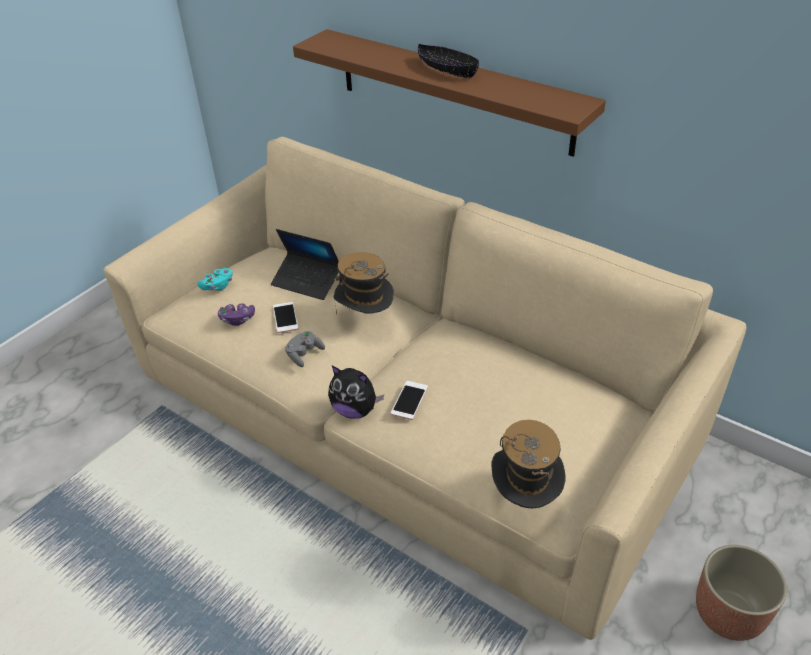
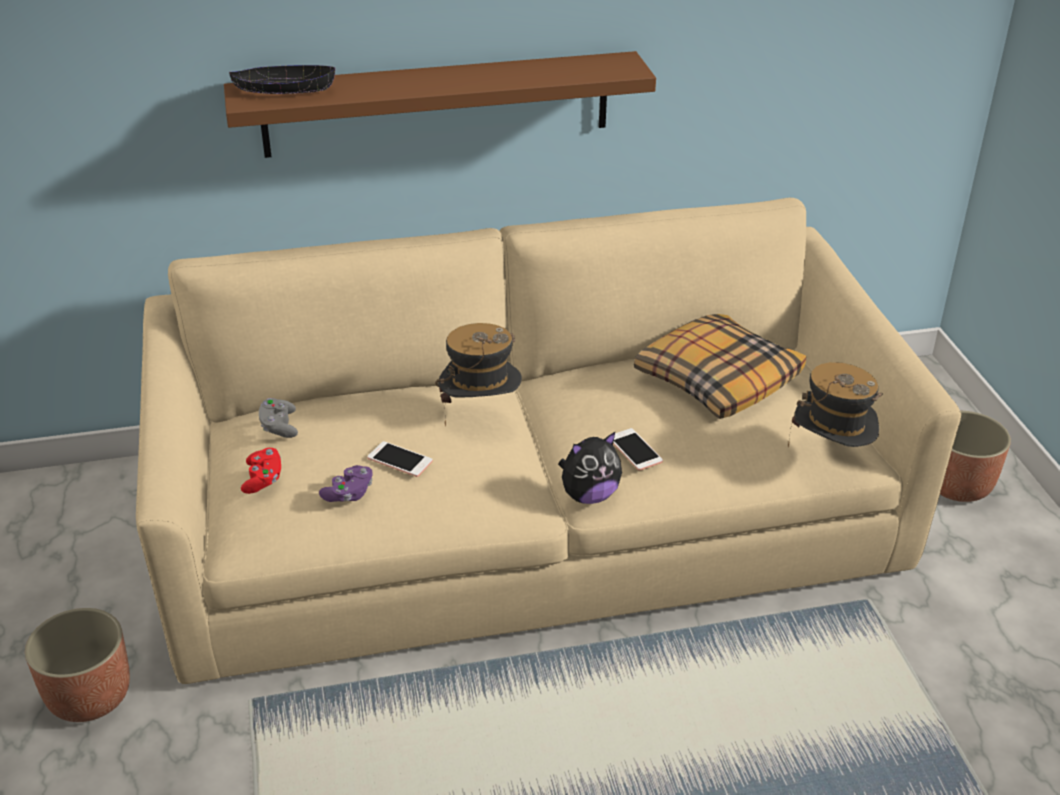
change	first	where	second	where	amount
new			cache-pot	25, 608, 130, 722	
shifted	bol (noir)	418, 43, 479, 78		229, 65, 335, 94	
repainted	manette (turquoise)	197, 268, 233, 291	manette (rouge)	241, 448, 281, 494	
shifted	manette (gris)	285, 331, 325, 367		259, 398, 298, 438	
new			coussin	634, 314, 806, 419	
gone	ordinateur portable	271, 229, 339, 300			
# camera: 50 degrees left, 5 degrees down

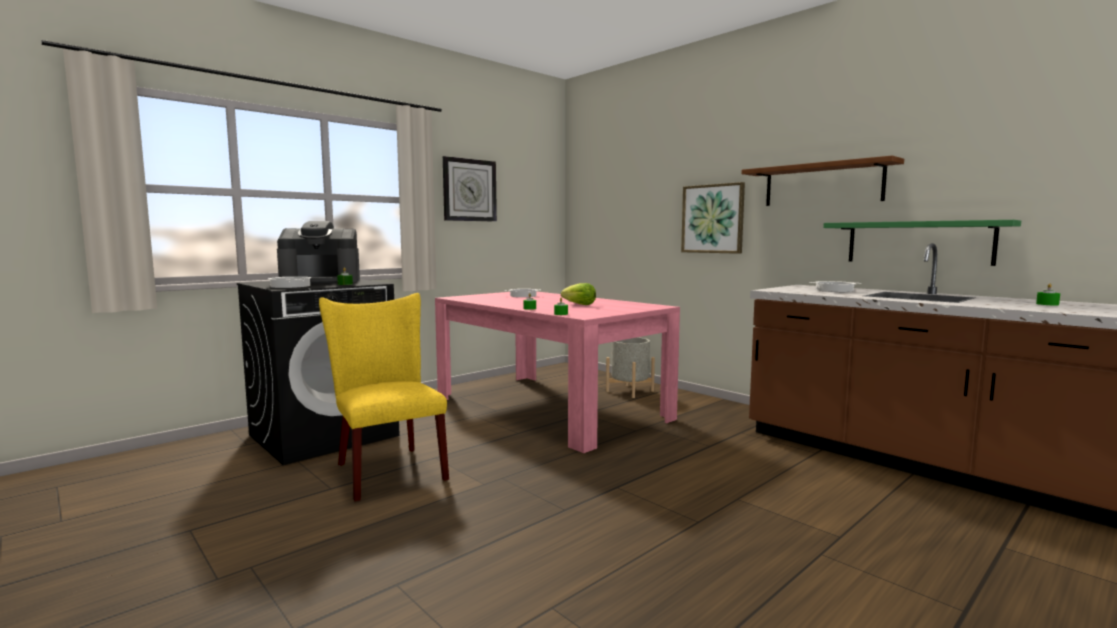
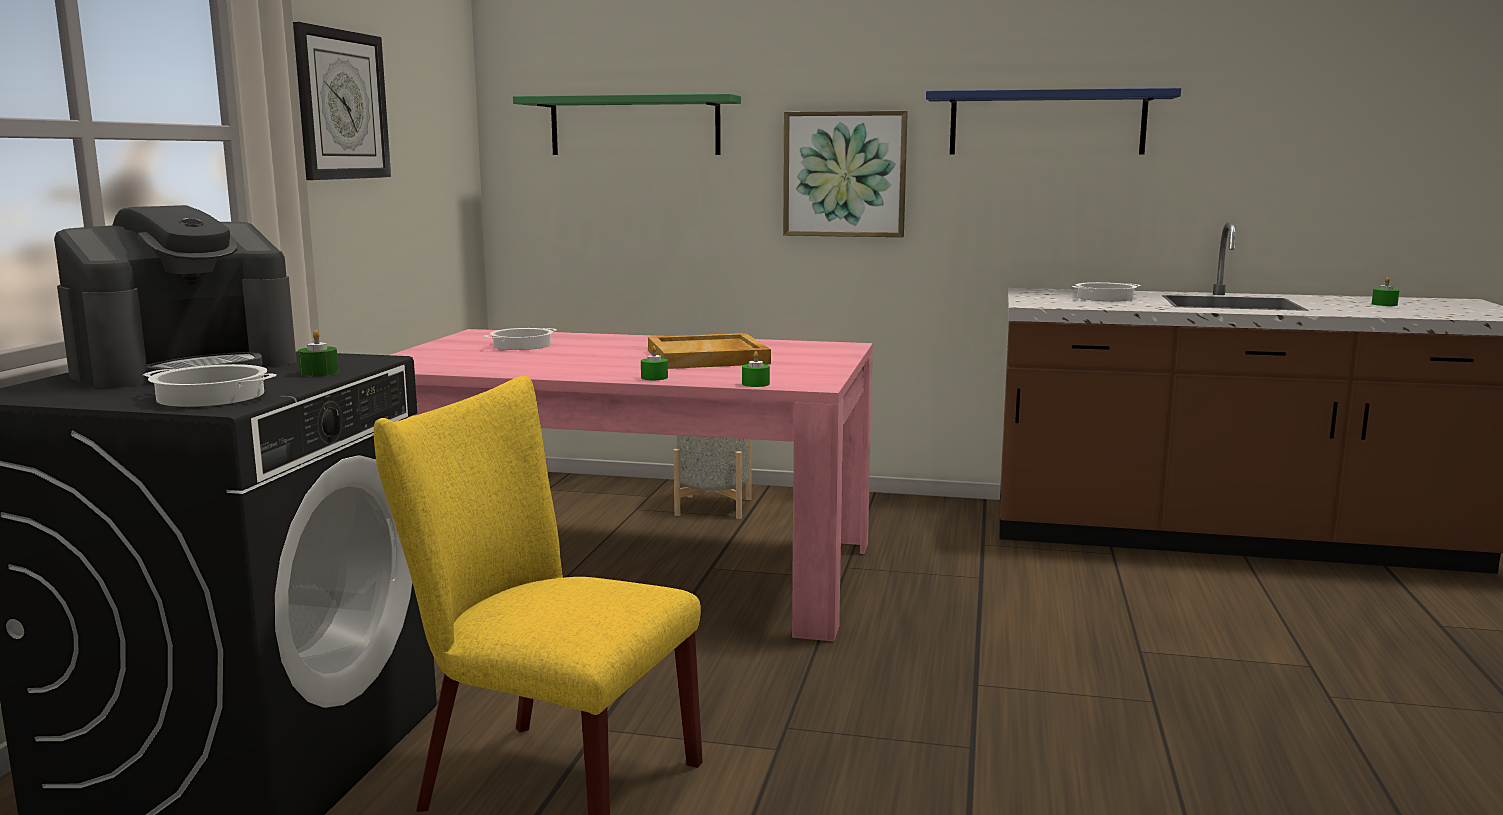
change	first	where	second	where	amount
shifted	étagère (vert)	823, 220, 1021, 266		513, 94, 741, 155	
swapped	laitue	561, 283, 596, 305	plateau (beige)	648, 333, 771, 369	
repainted	étagère (marron)	741, 155, 904, 206	étagère (bleu)	926, 88, 1181, 154	
# camera: 35 degrees left, 5 degrees up

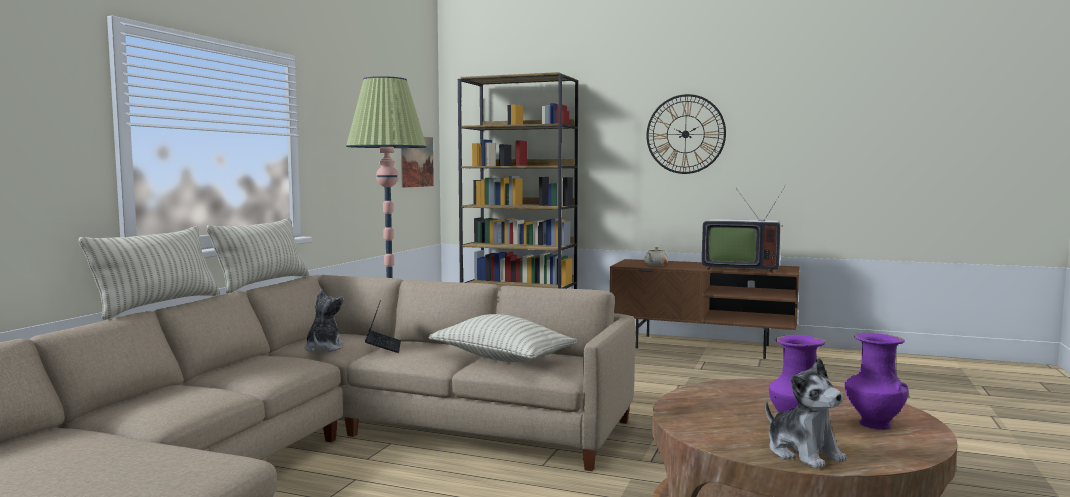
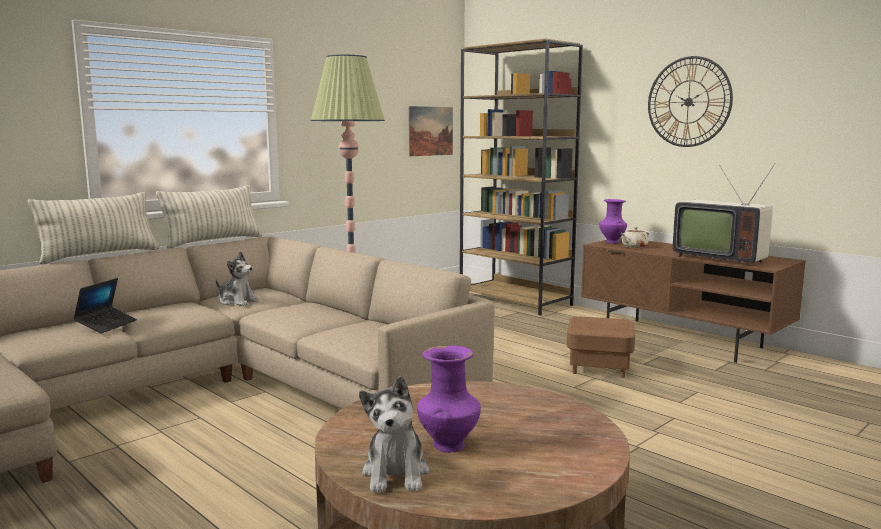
change	first	where	second	where	amount
shifted	ordinateur portable	365, 300, 401, 353		73, 278, 137, 334	
rotated	peluche	305, 289, 344, 351		216, 251, 259, 306	90 degrees clockwise
new			pouf (marron)	567, 316, 635, 378	
shifted	vase (violet)	845, 333, 909, 430		599, 199, 627, 243	
gone	coussin	428, 314, 577, 362			
# camera: 25 degrees right, 5 degrees up

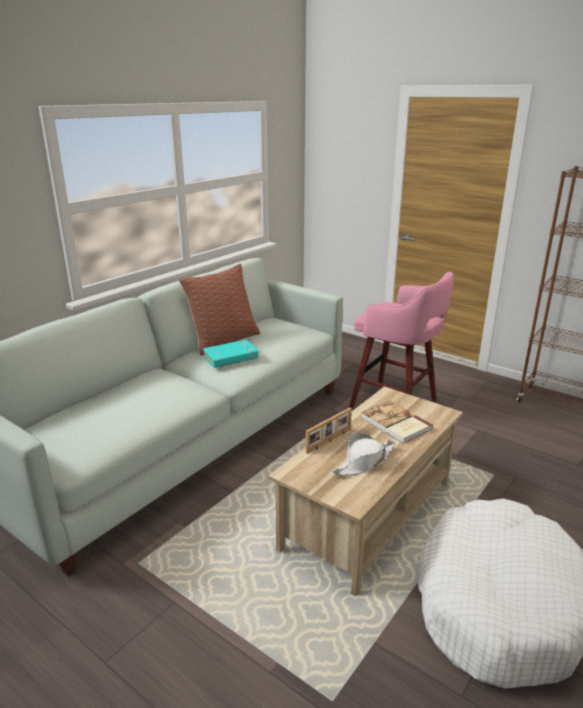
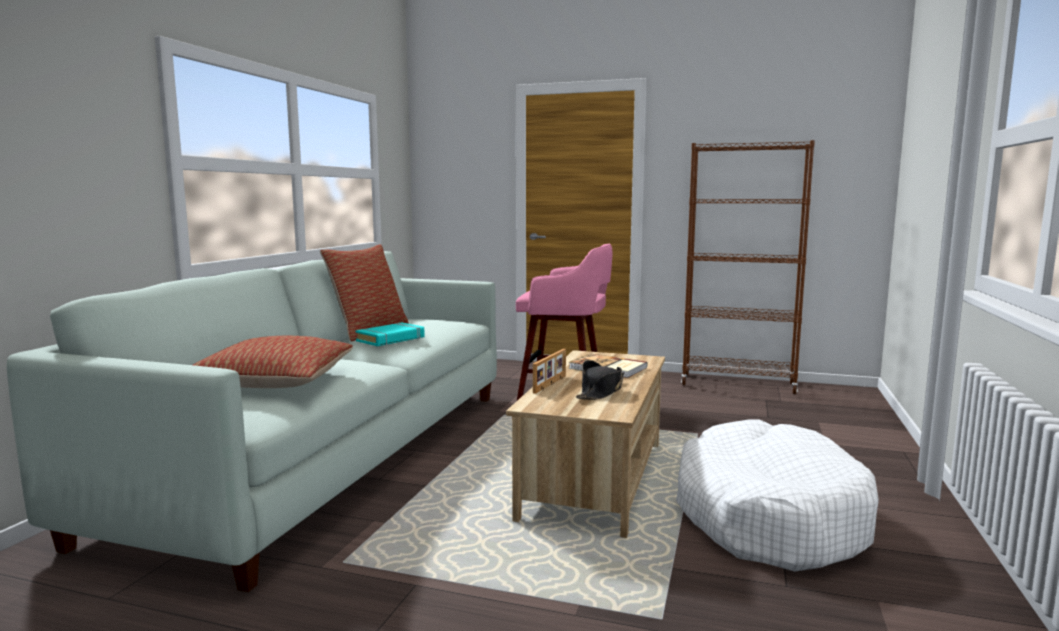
change	first	where	second	where	amount
new			coussin	193, 336, 353, 388	
repainted	chapeau (blanc)	333, 432, 395, 475	chapeau (noir)	576, 360, 624, 400	
# camera: 20 degrees left, 15 degrees down

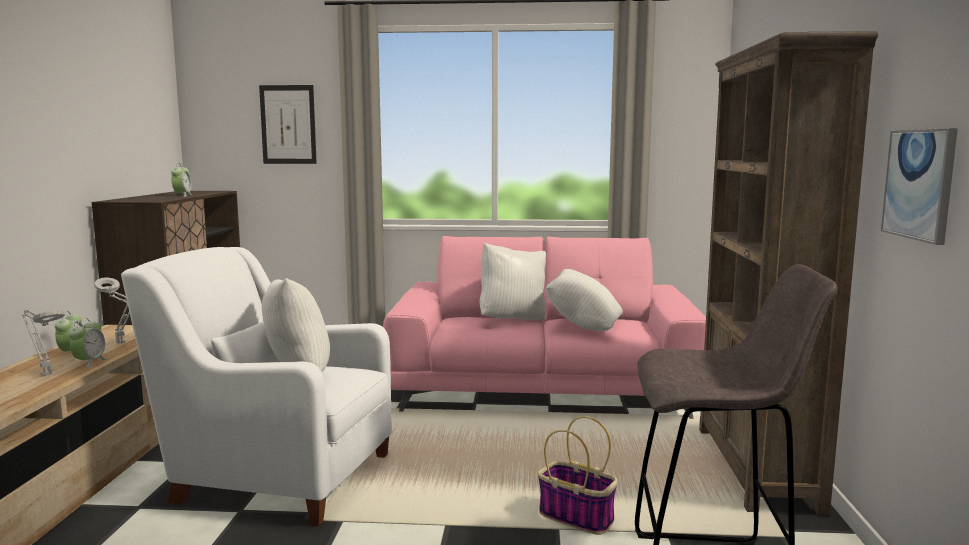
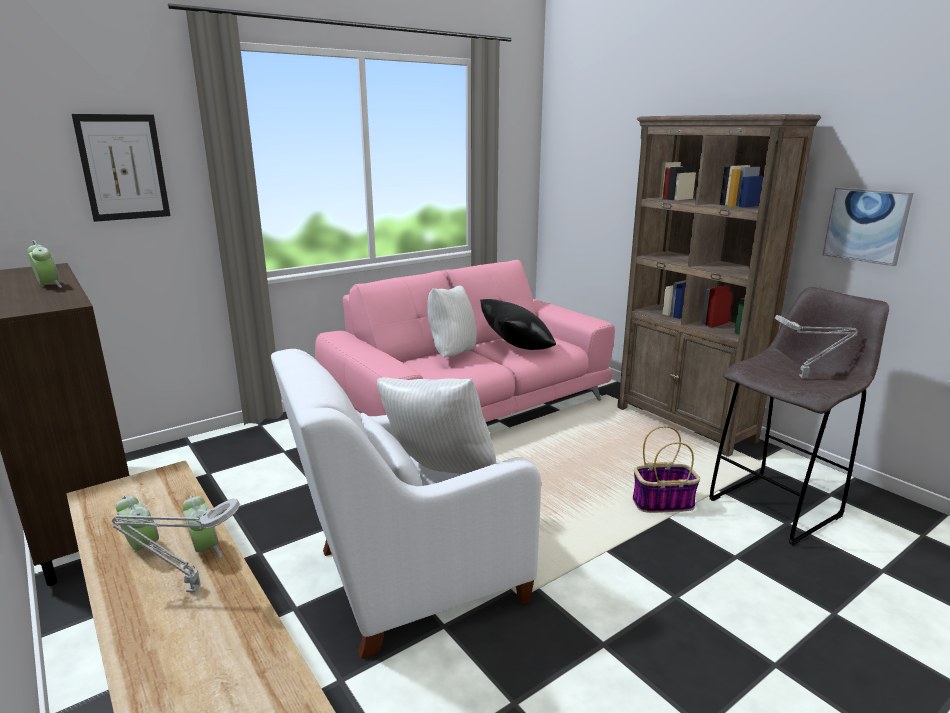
change	first	where	second	where	amount
repainted	coussin (blanc)	546, 269, 623, 331	coussin (noir)	480, 299, 556, 350	
shifted	lampe de table (gris)	94, 278, 130, 343		775, 315, 858, 378	
# camera: 40 degrees left, 10 degrees up

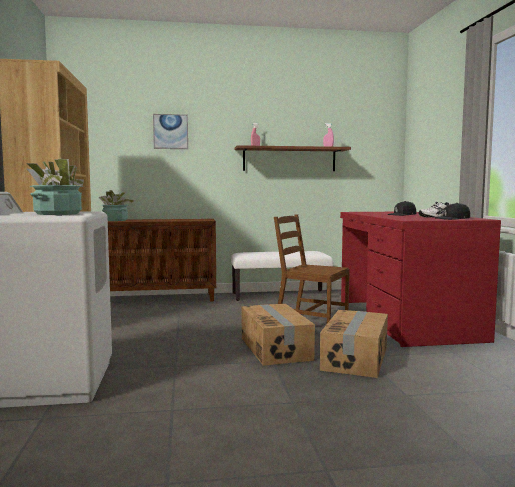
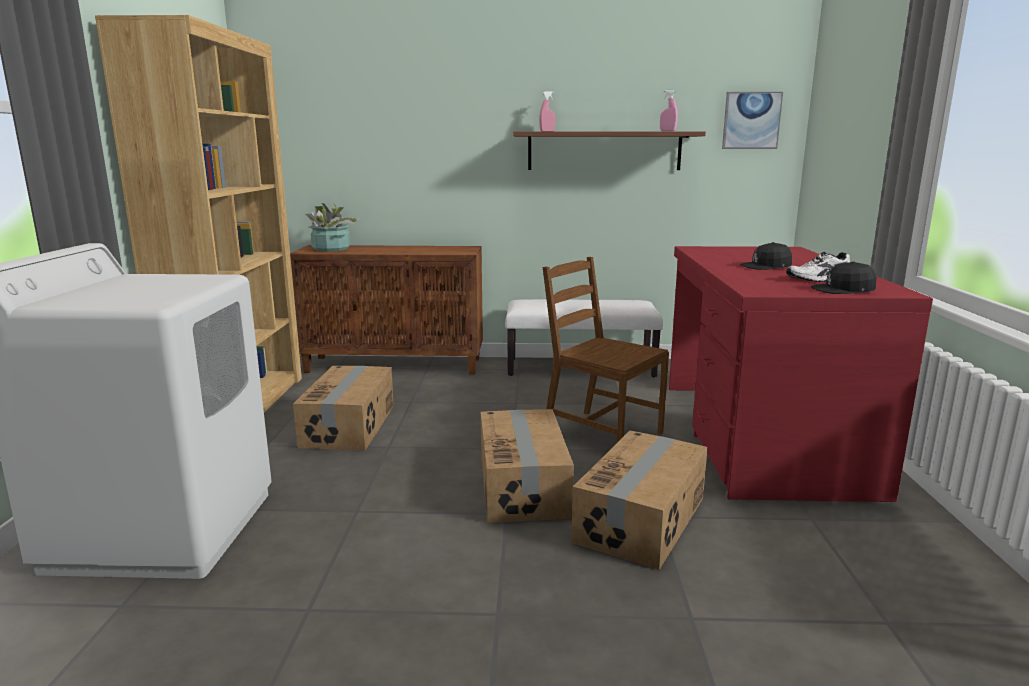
change	first	where	second	where	amount
new			carton	293, 366, 394, 450	
shifted	tableau	153, 114, 188, 149		722, 92, 783, 149	
gone	plante en pot	26, 159, 84, 215			
# camera: 10 degrees right, 10 degrees up

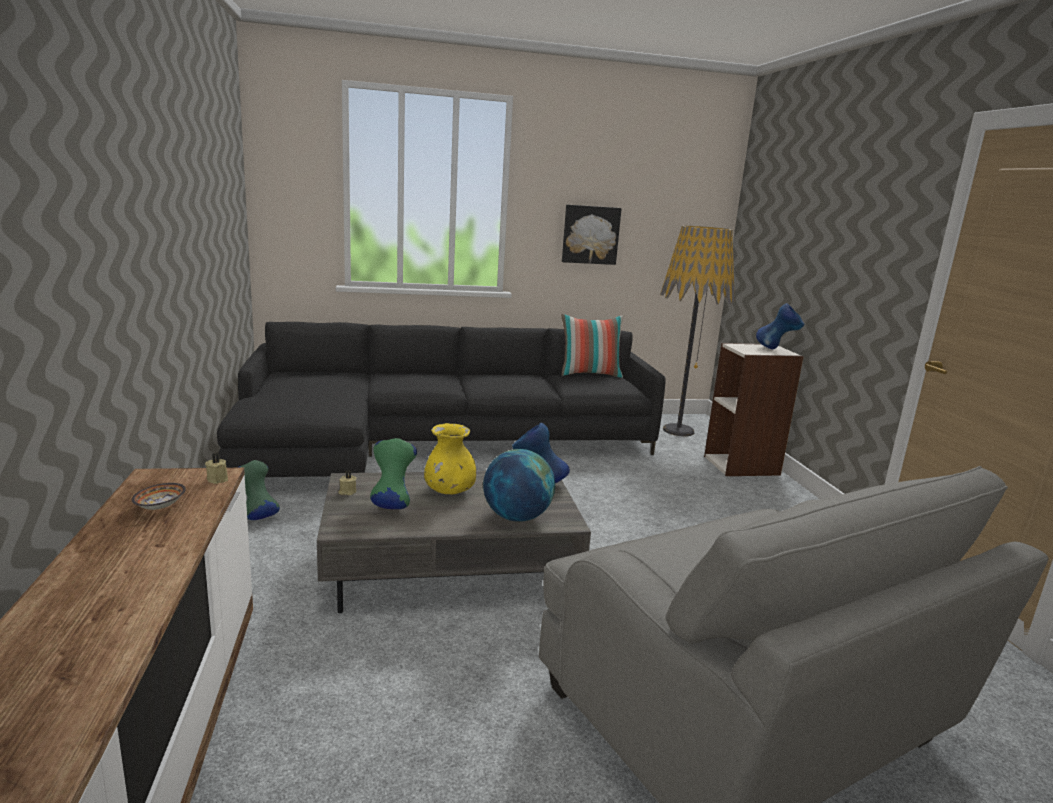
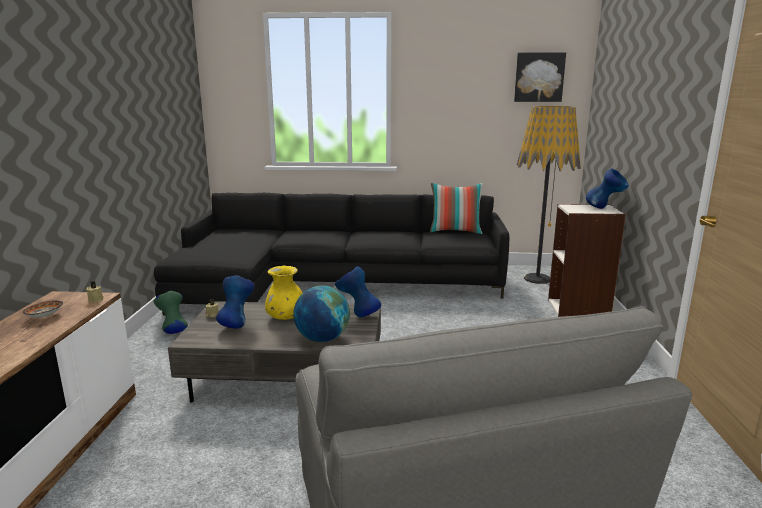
change	first	where	second	where	amount
repainted	vase (vert)	370, 438, 417, 509	vase (bleu)	216, 275, 254, 328	
shifted	tableau	562, 205, 622, 265		514, 52, 566, 102	
# camera: 15 degrees right, 0 degrees up

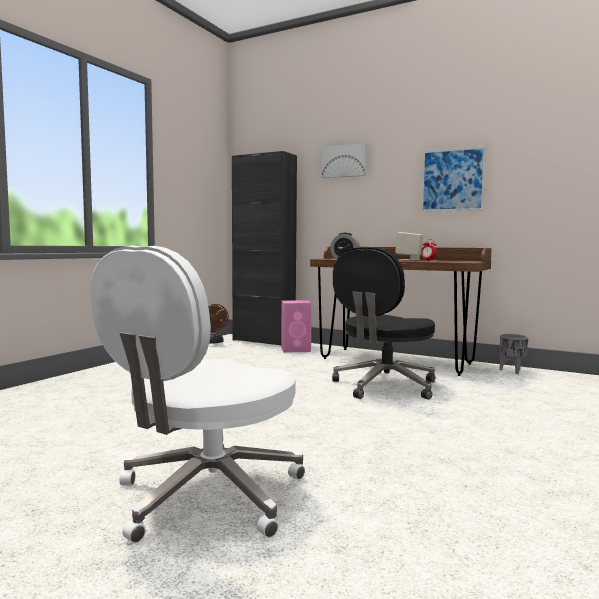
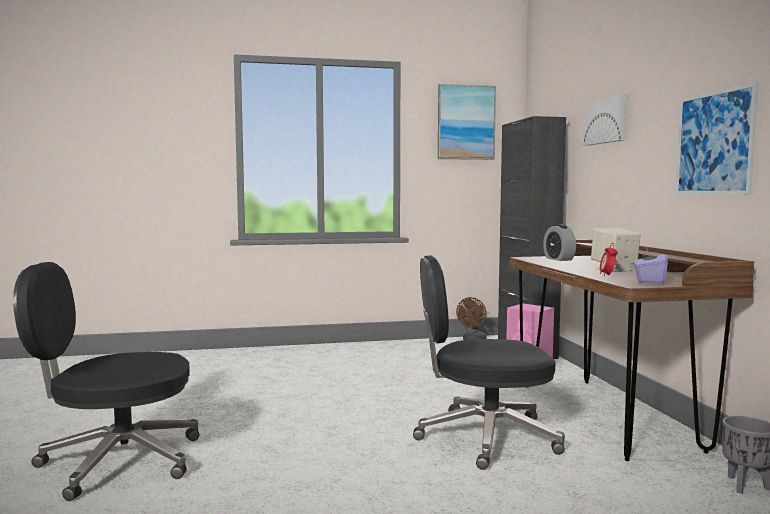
change	first	where	second	where	amount
repainted	chaise de bureau (blanc)	90, 246, 305, 543	chaise de bureau (noir)	13, 262, 199, 501	
new			tableau	438, 84, 496, 160	
new			boîte à mouchoirs (violet)	634, 245, 668, 284	
# camera: 50 degrees right, 0 degrees up

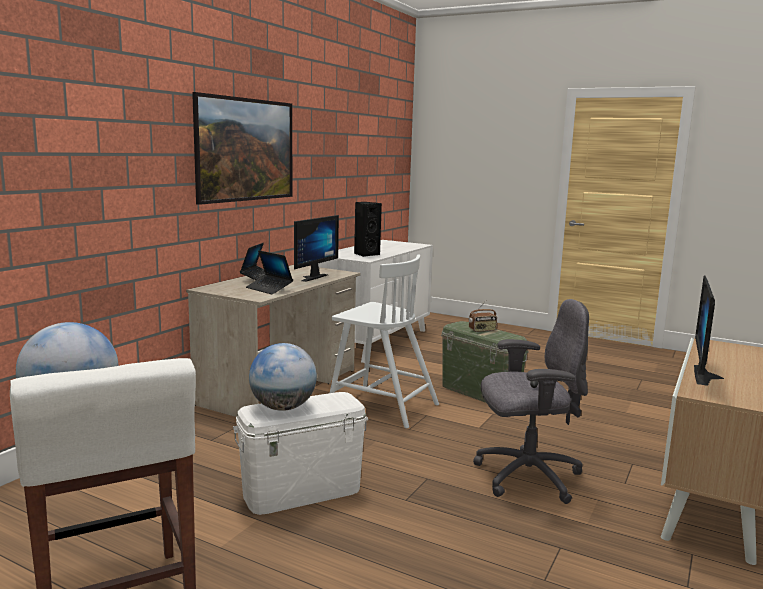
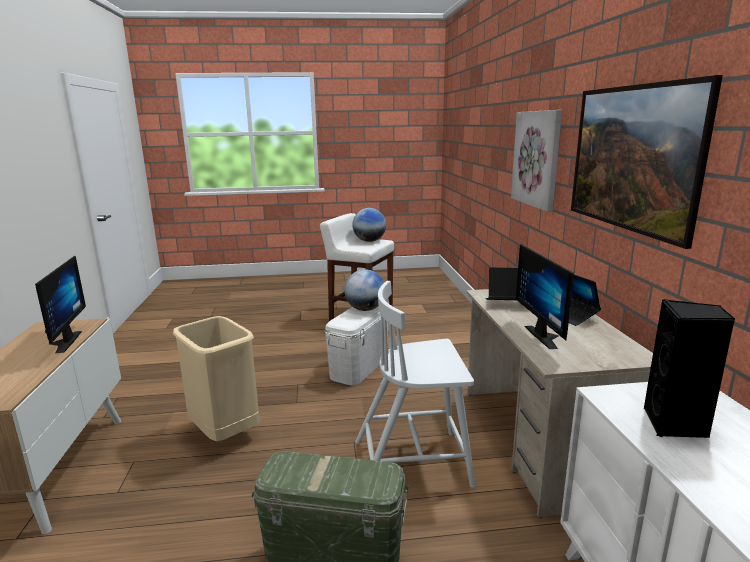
change	first	where	second	where	amount
swapped	chaise de bureau (gris)	473, 299, 589, 504	poubelle (beige)	173, 316, 260, 441	
new			tableau	511, 110, 562, 212	
gone	radio	469, 300, 497, 332			
# camera: 145 degrees right, 5 degrees up

